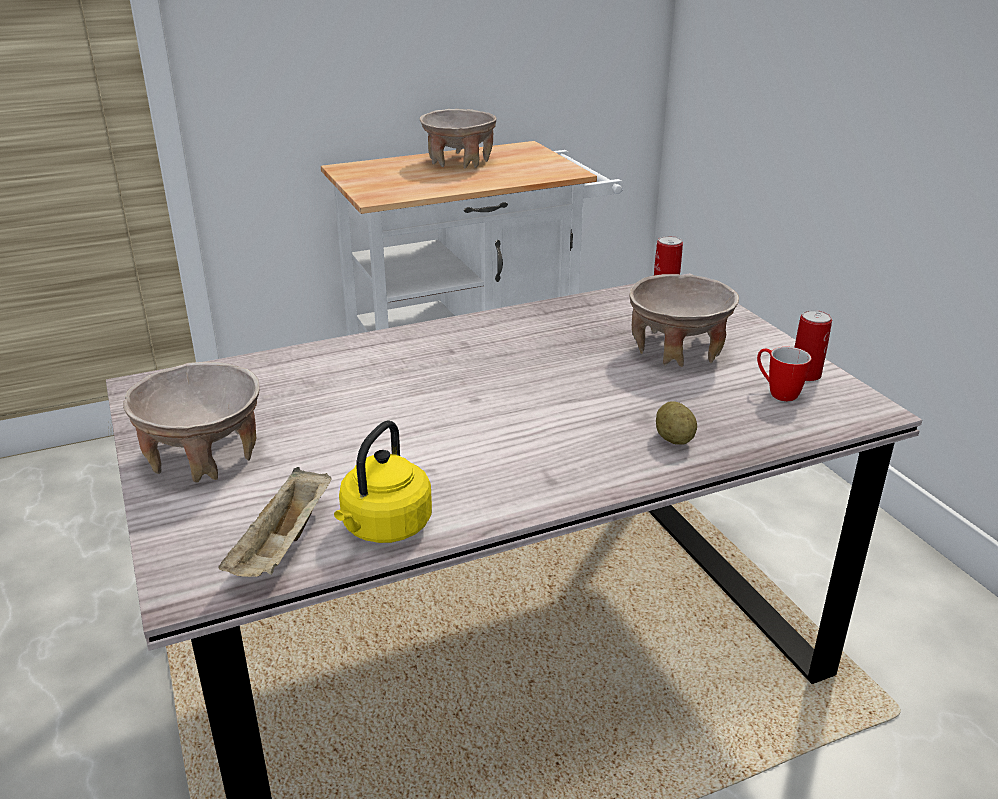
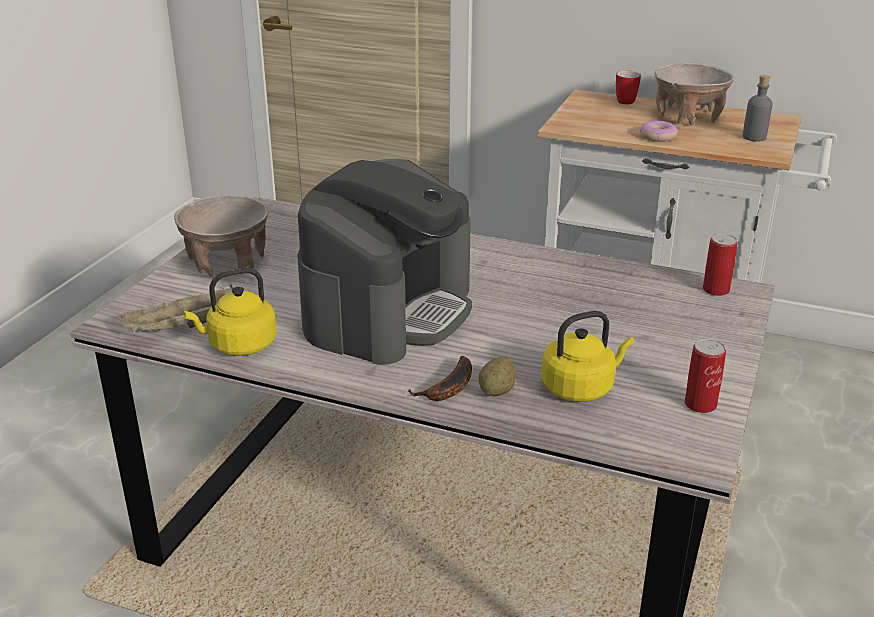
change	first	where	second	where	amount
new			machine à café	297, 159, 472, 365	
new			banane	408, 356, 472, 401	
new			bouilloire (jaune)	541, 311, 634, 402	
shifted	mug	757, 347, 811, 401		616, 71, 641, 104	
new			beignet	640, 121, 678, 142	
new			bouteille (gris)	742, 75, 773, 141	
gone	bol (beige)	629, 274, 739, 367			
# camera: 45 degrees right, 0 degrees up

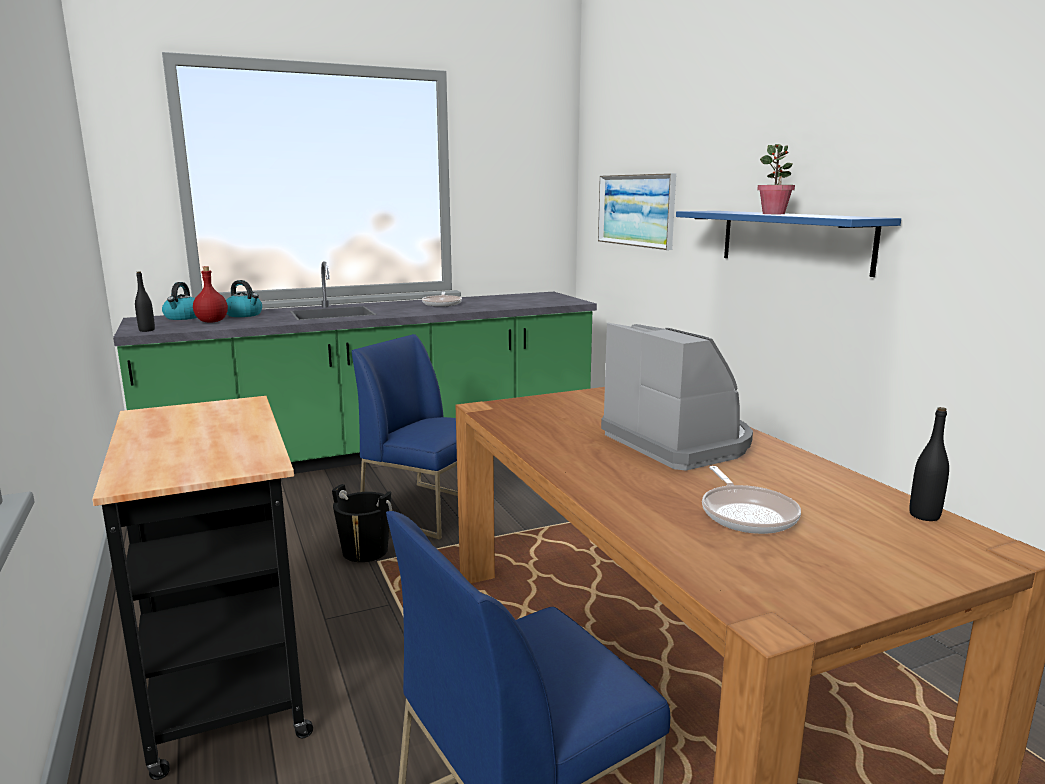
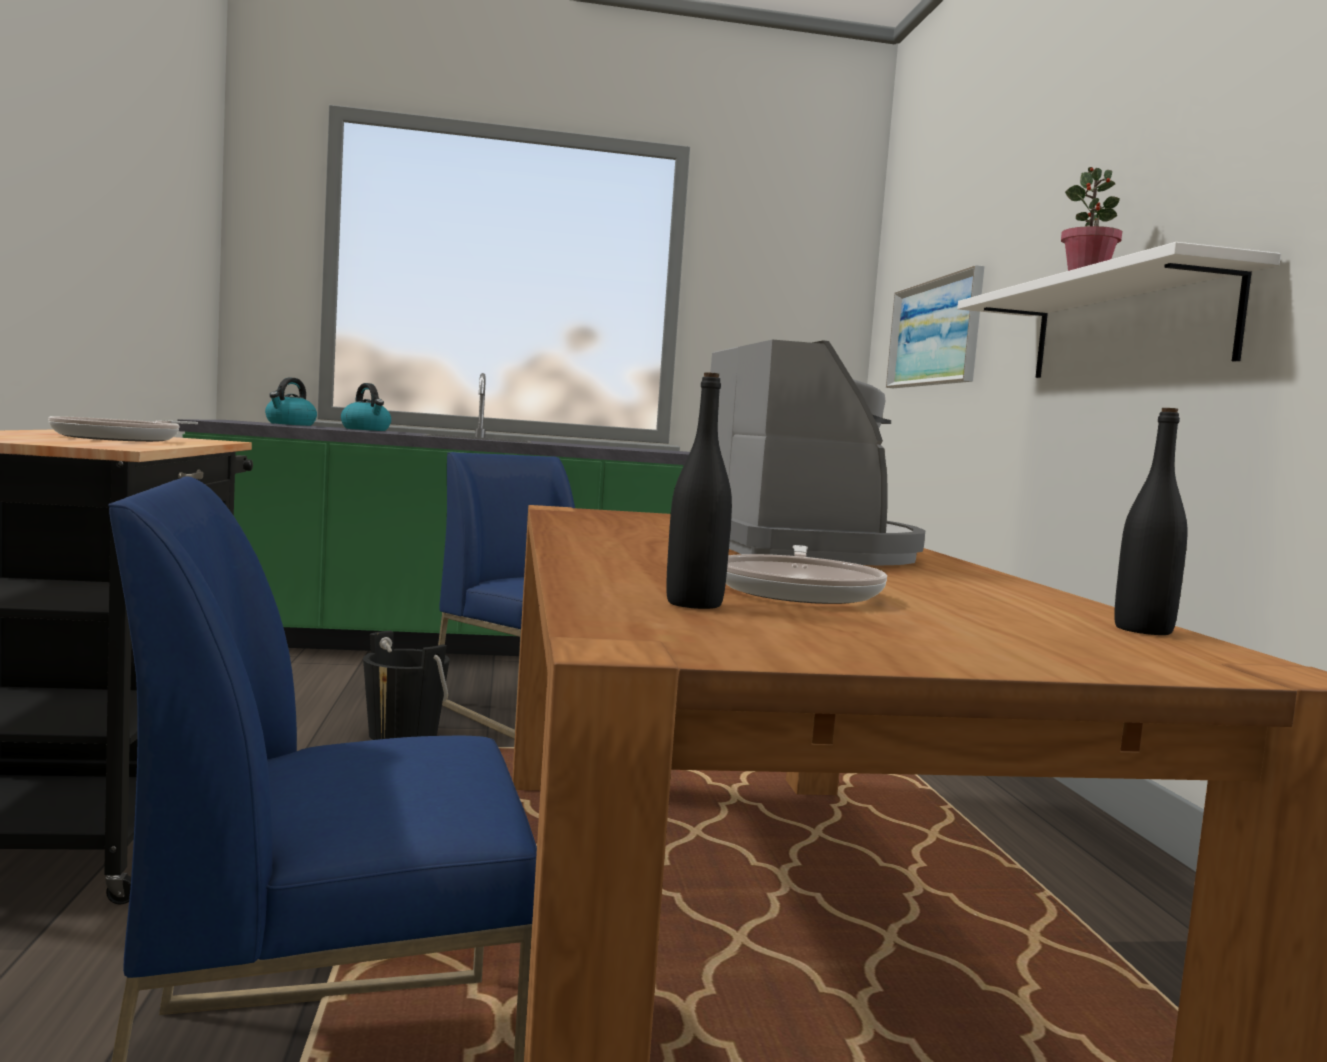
change	first	where	second	where	amount
shifted	poêle	422, 292, 462, 307		48, 416, 198, 442	
shifted	bouteille (noir)	135, 272, 155, 332		666, 372, 732, 609	
repainted	étagère (bleu)	676, 211, 901, 277	étagère (blanc)	957, 242, 1281, 378	
gone	bouteille (rouge)	193, 266, 228, 322			
# camera: 15 degrees right, 10 degrees down

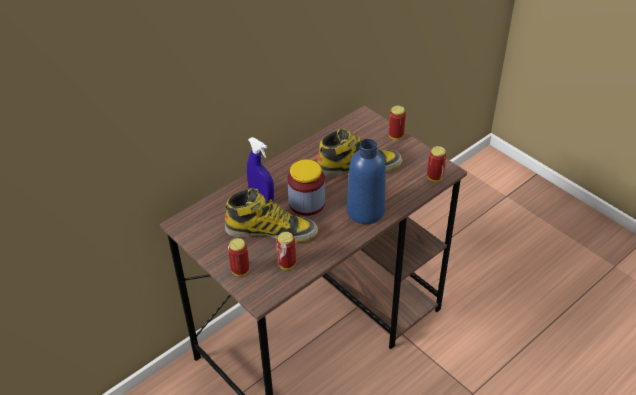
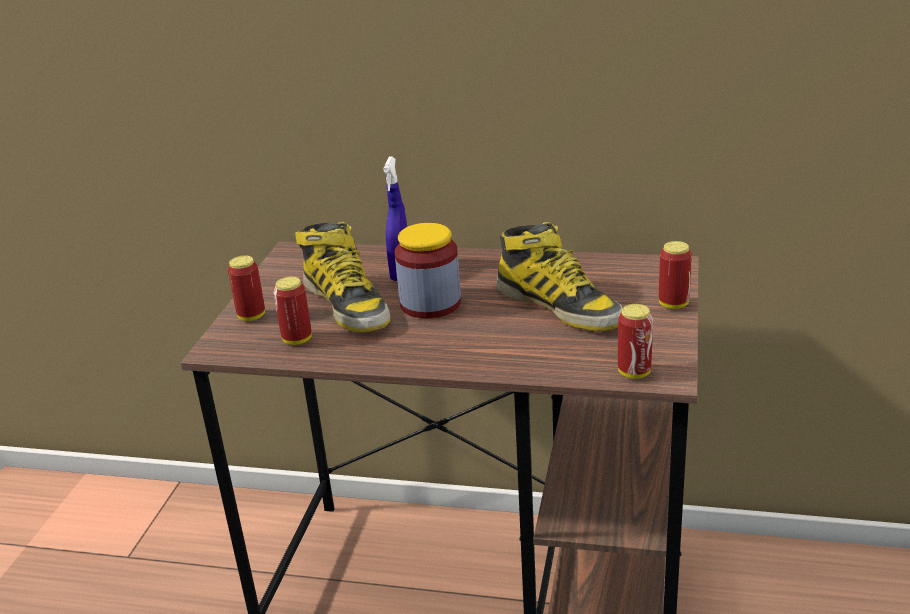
change	first	where	second	where	amount
gone	bouteille (bleu)	347, 139, 386, 224			
# camera: 55 degrees right, 15 degrees down

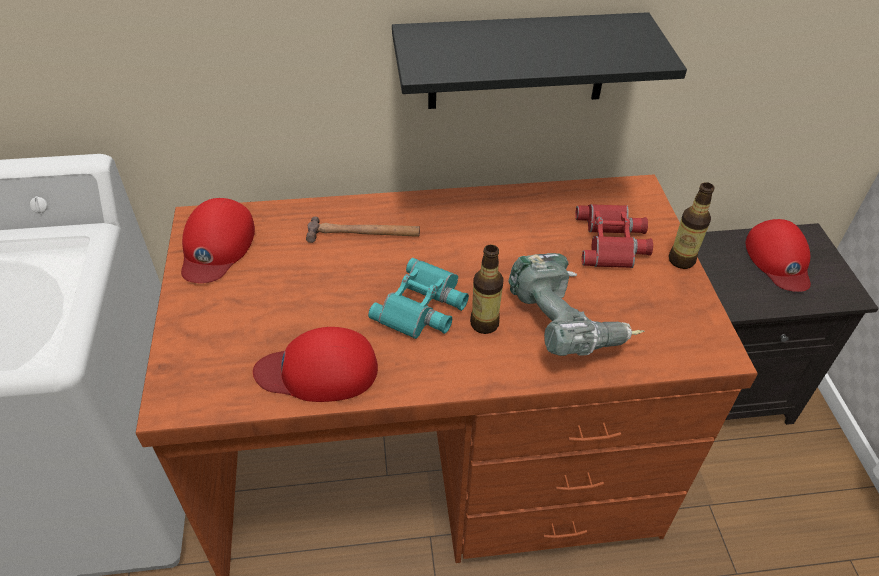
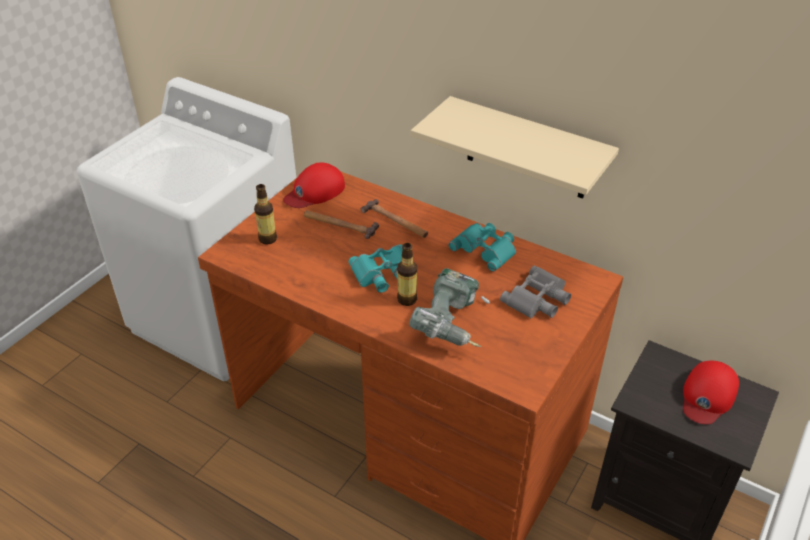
change	first	where	second	where	amount
shifted	bouteille	669, 182, 715, 269		254, 184, 277, 245	
new			marteau	304, 210, 379, 239	
repainted	étagère (noir)	392, 12, 687, 109	étagère (beige)	411, 96, 619, 199	
new			jumelles (turquoise)	449, 223, 516, 272	
repainted	jumelles (rouge)	576, 204, 653, 268	jumelles (gris)	500, 266, 571, 318	
gone	casquette (rouge)	253, 327, 378, 402			
# camera: 40 degrees right, 5 degrees down

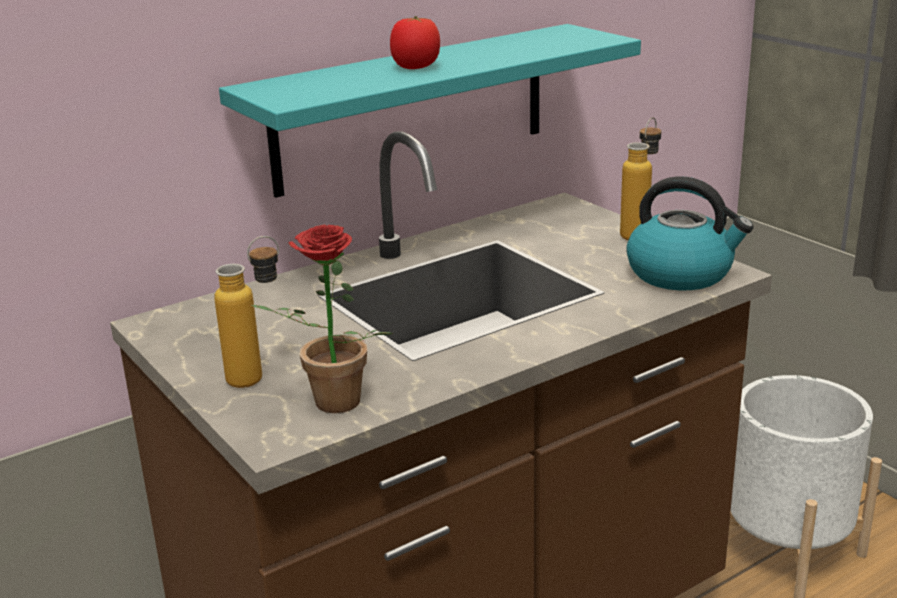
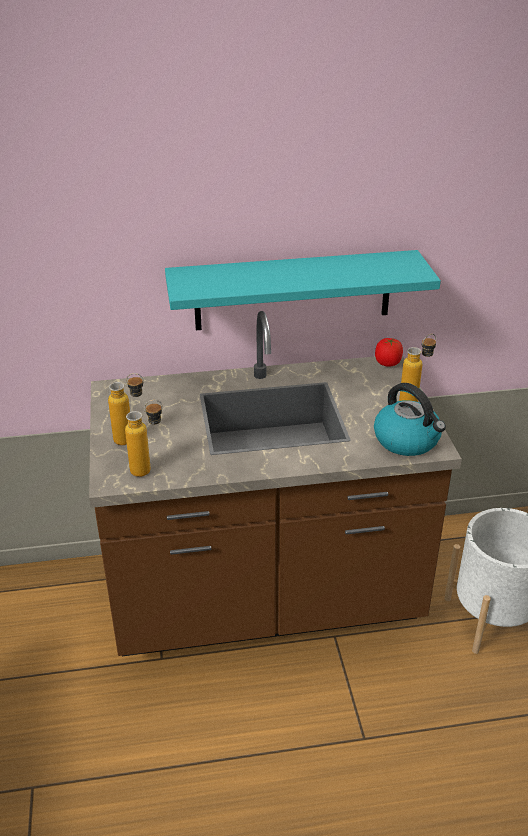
change	first	where	second	where	amount
swapped	plante en pot	250, 225, 393, 413	bouteille	125, 400, 163, 477	
shifted	tomate	390, 16, 440, 69		375, 338, 403, 367	
# camera: 25 degrees right, 10 degrees up

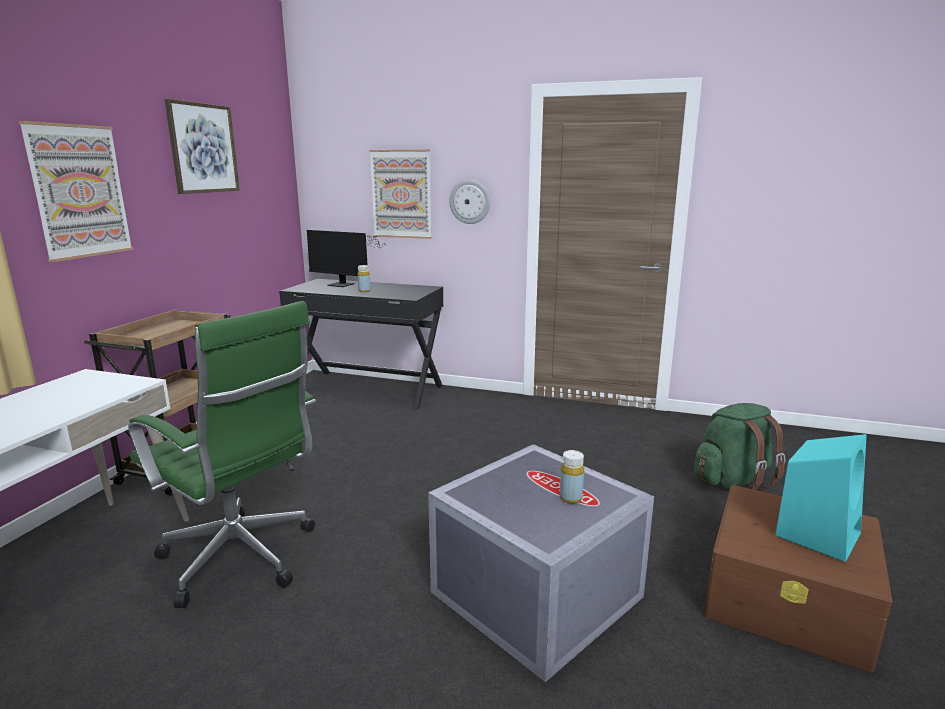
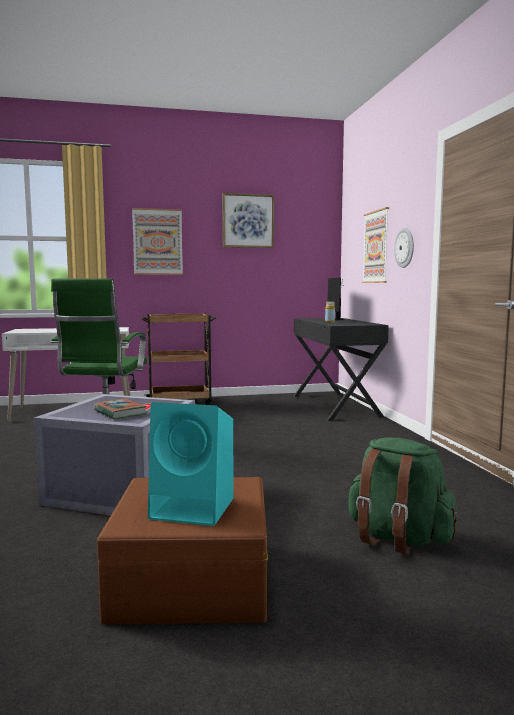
change	first	where	second	where	amount
swapped	bouteille (jaune)	560, 450, 584, 504	livre	94, 399, 147, 419	
# camera: 60 degrees right, 10 degrees down

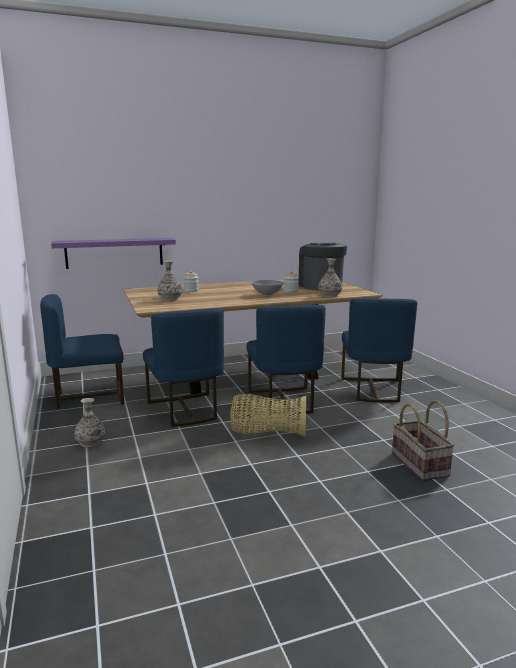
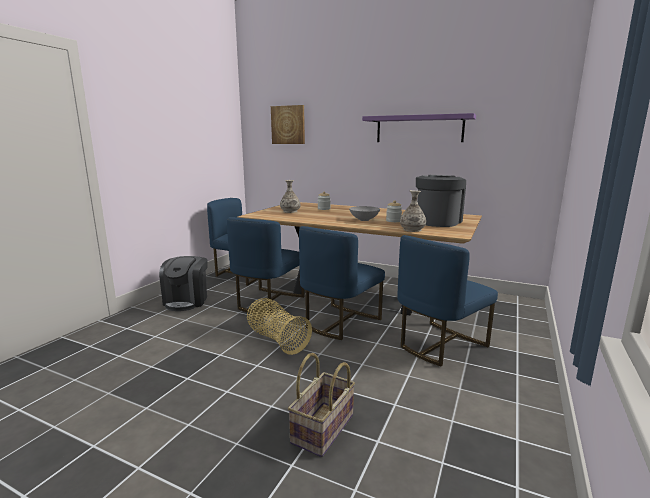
change	first	where	second	where	amount
swapped	vase	74, 398, 106, 447	machine à café	159, 256, 207, 311	
new			tableau	271, 105, 305, 144	
shifted	étagère (violet)	51, 238, 176, 269		362, 113, 476, 142	
# camera: 45 degrees right, 0 degrees up

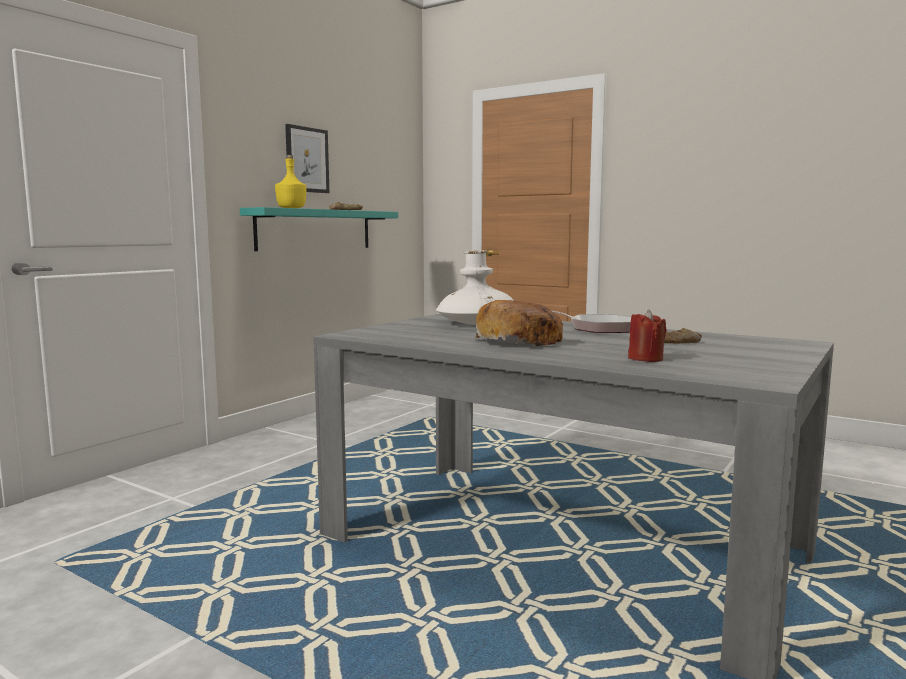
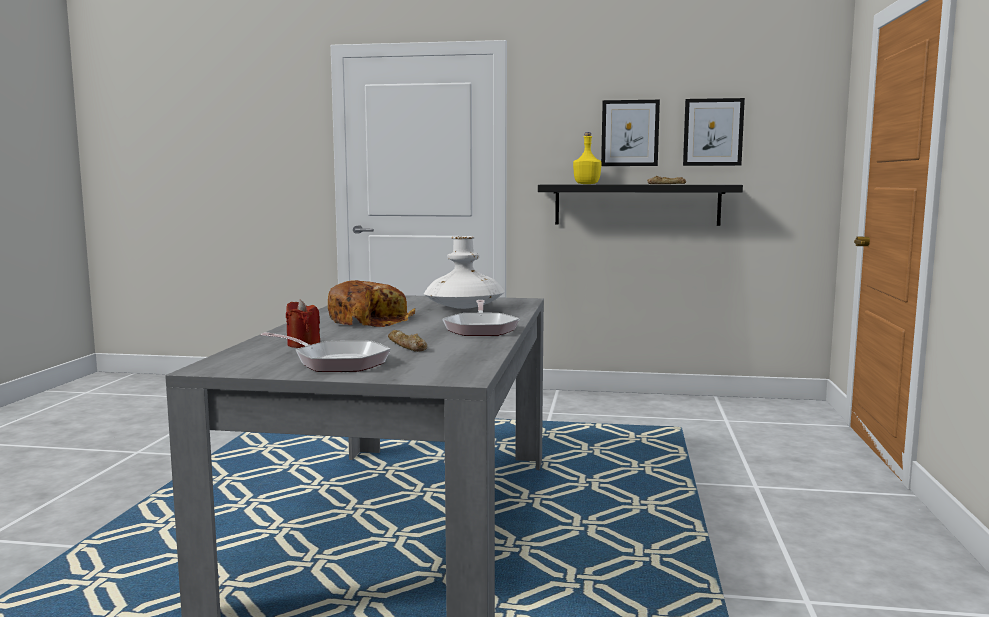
change	first	where	second	where	amount
new			poêle	260, 332, 391, 372	
repainted	étagère (turquoise)	240, 207, 398, 251	étagère (noir)	538, 185, 743, 226	
new			tableau	683, 98, 745, 166	
# camera: 65 degrees right, 0 degrees up

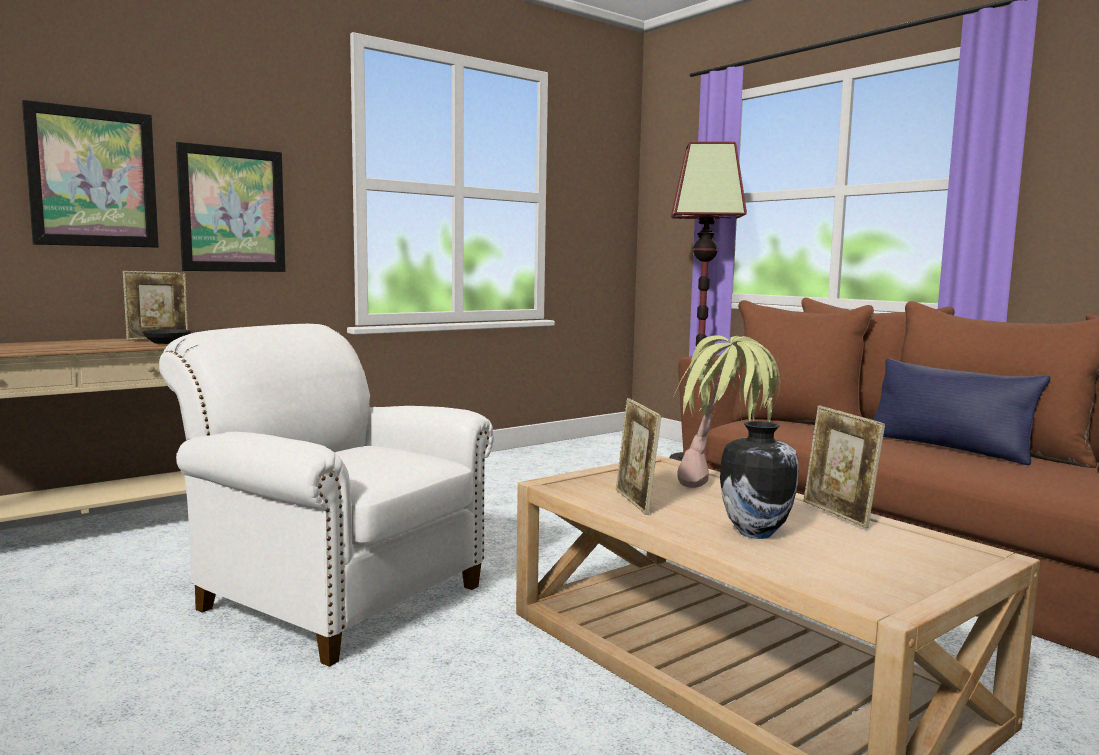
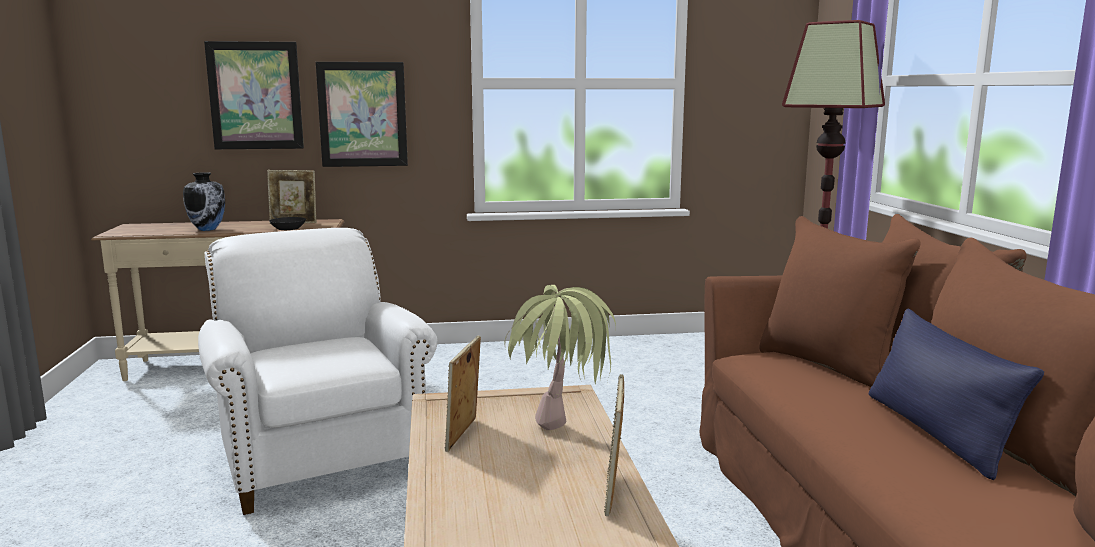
change	first	where	second	where	amount
shifted	vase	720, 421, 799, 539		183, 172, 225, 231	
# camera: 30 degrees right, 5 degrees up

